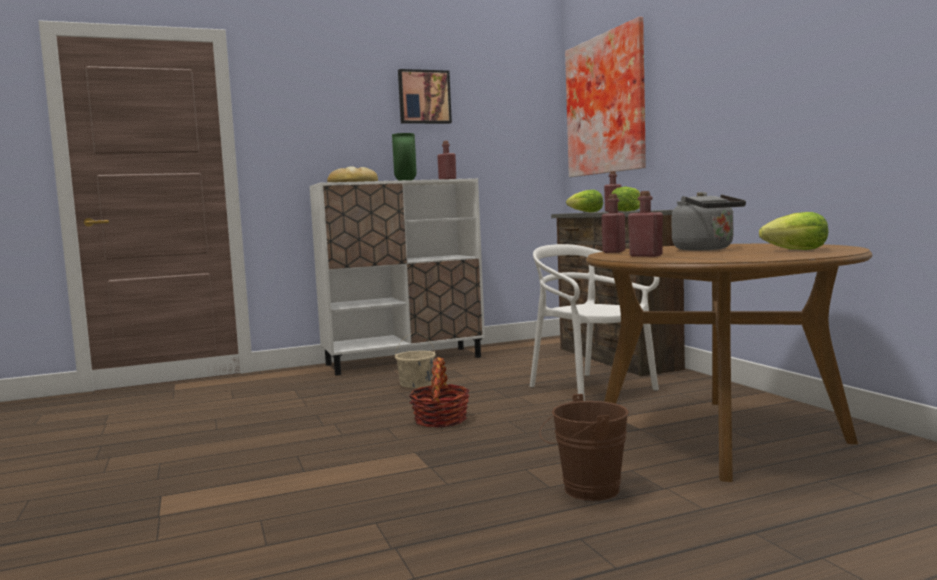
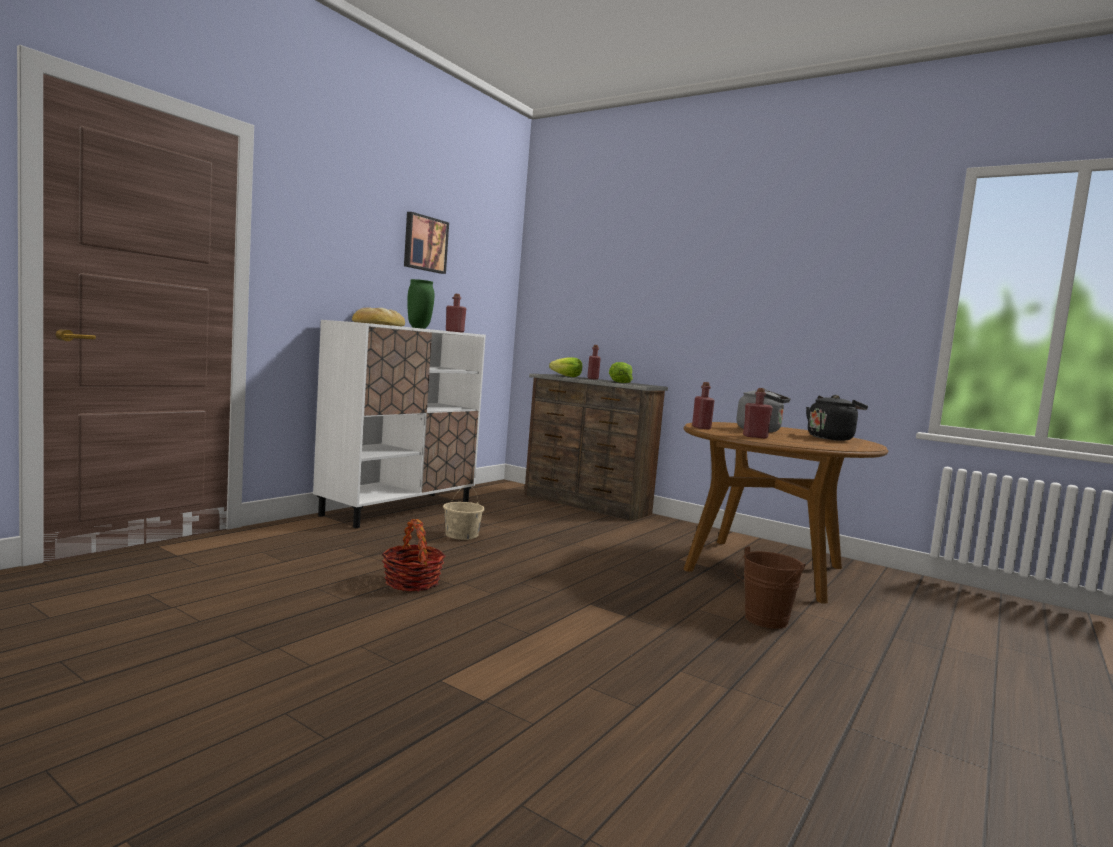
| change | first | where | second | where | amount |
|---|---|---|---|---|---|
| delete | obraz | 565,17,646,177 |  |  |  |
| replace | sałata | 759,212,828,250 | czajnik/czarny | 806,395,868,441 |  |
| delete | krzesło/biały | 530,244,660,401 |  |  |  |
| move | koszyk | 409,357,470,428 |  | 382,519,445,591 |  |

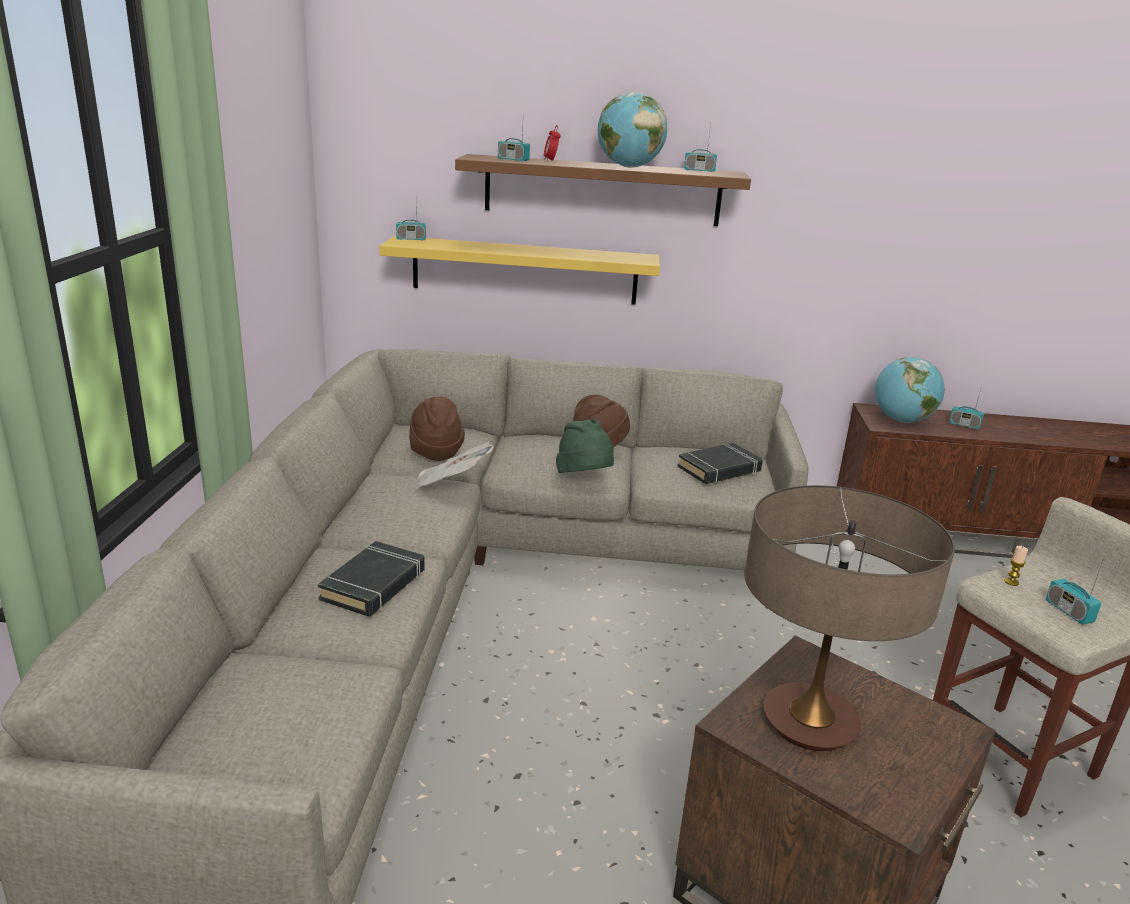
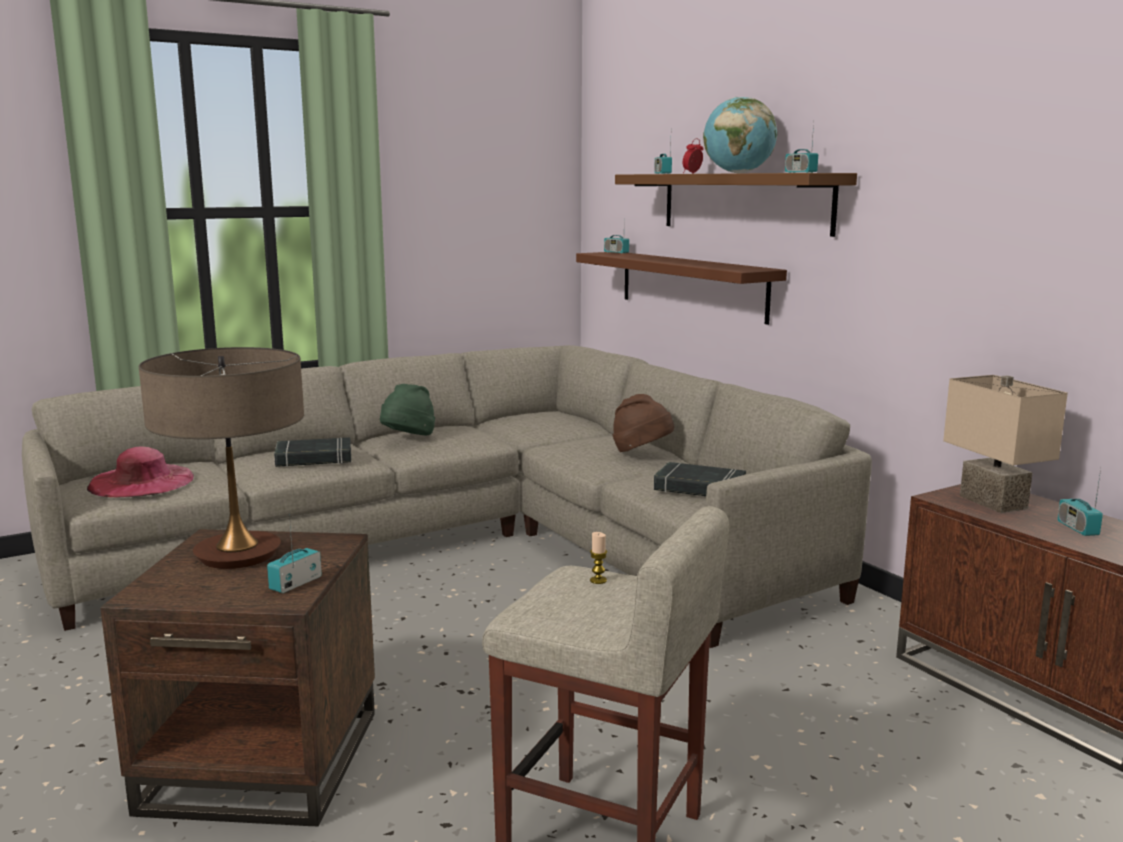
| change | first | where | second | where | amount |
|---|---|---|---|---|---|
| recolor | półka/żółty | 379,236,660,305 | półka/brązowy | 576,252,787,325 |  |
| replace | globus | 875,357,945,423 | lampa stołowa/beżowy | 943,375,1068,513 |  |
| delete | kapelusz/brązowy | 409,397,465,461 |  |  |  |
| move | kapelusz/zielony | 556,419,614,473 |  | 380,384,435,435 |  |
| delete | gazeta | 416,442,494,488 |  |  |  |
| move | radio | 1046,556,1105,625 |  | 267,514,322,593 |  |
| insert |  |  | kapelusz/różowy | 87,446,194,497 |  |

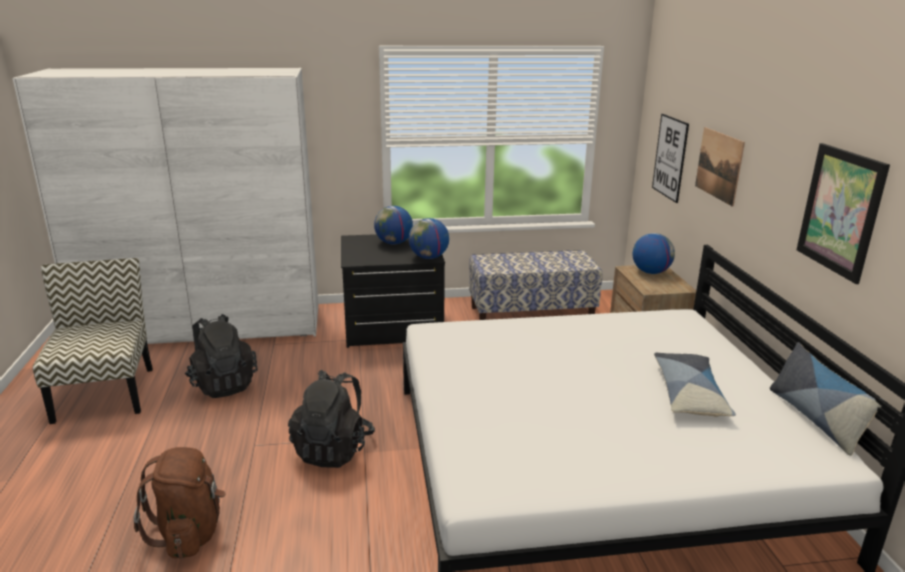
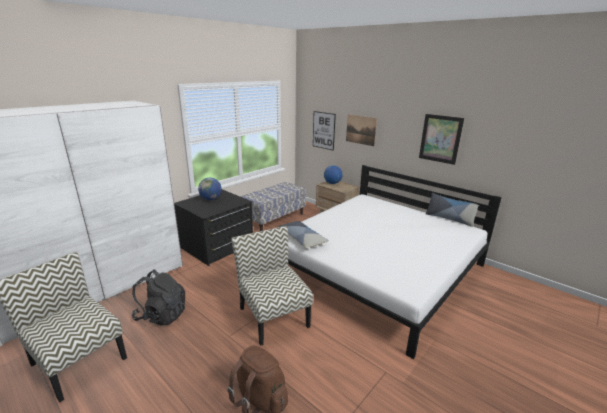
| change | first | where | second | where | amount |
|---|---|---|---|---|---|
| delete | globus | 409,218,449,259 |  |  |  |
| move | poduszka | 654,352,736,417 |  | 278,221,329,248 |  |
| replace | plecak/czarny | 288,370,375,468 | krzesło | 231,226,313,346 |  |

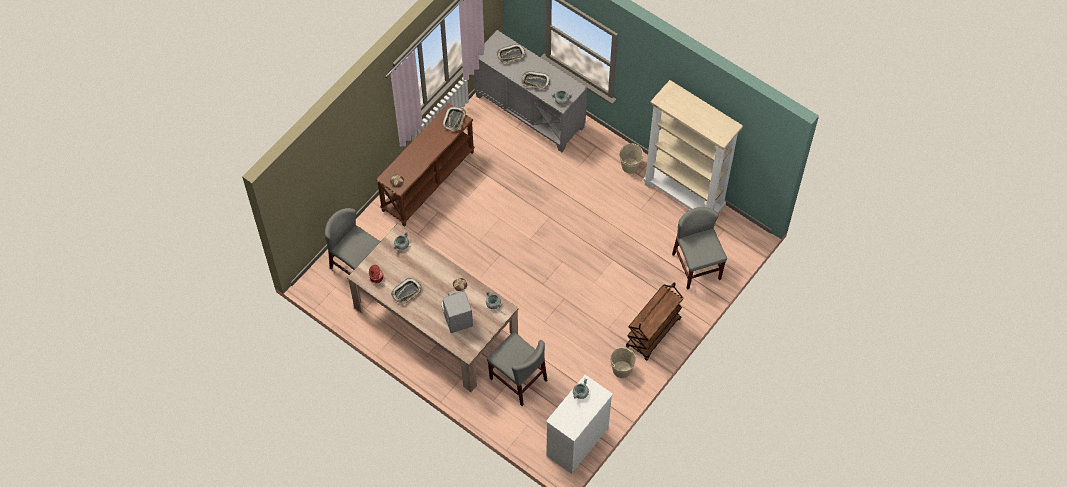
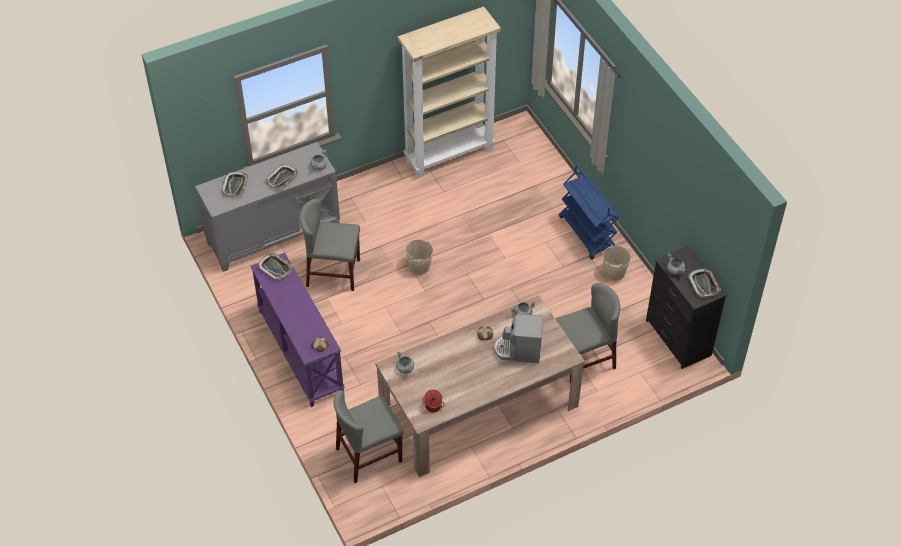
| change | first | where | second | where | amount |
|---|---|---|---|---|---|
| recolor | stolik konsolowy/brązowy | 376,103,474,227 | stolik konsolowy/fioletowy | 251,253,345,407 |  |
| move | wiadro/beżowy | 619,143,644,174 |  | 405,239,433,275 |  |
| move | krzesło/szary | 672,207,727,290 |  | 300,199,360,291 |  |
| move | taca | 391,278,422,304 |  | 688,268,721,298 |  |
| recolor | wózek/brązowy | 626,283,684,361 | wózek/niebieski | 559,165,619,259 |  |
| recolor | komoda/biały | 546,375,613,474 | komoda/czarny | 646,246,727,369 |  |

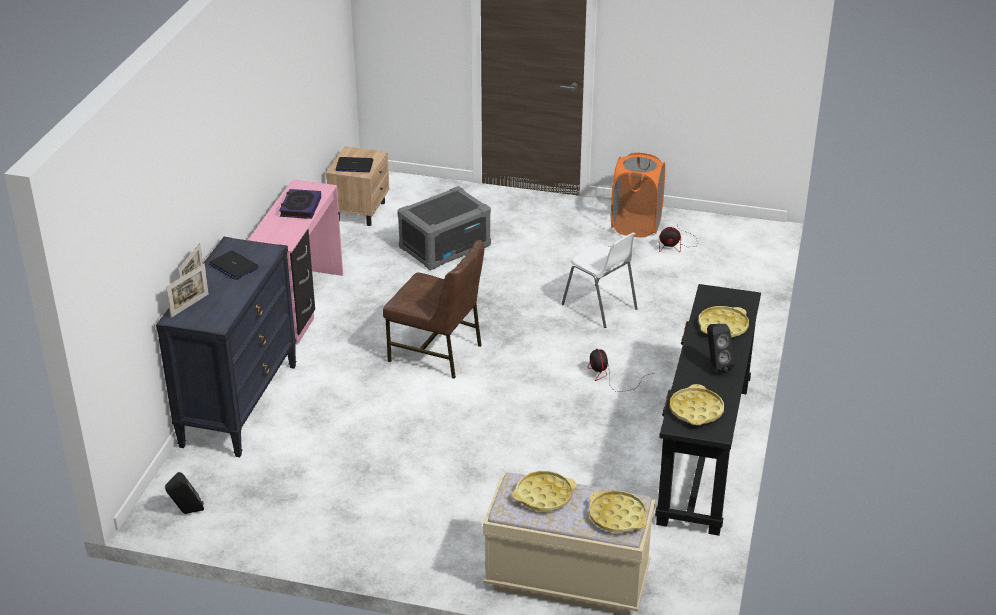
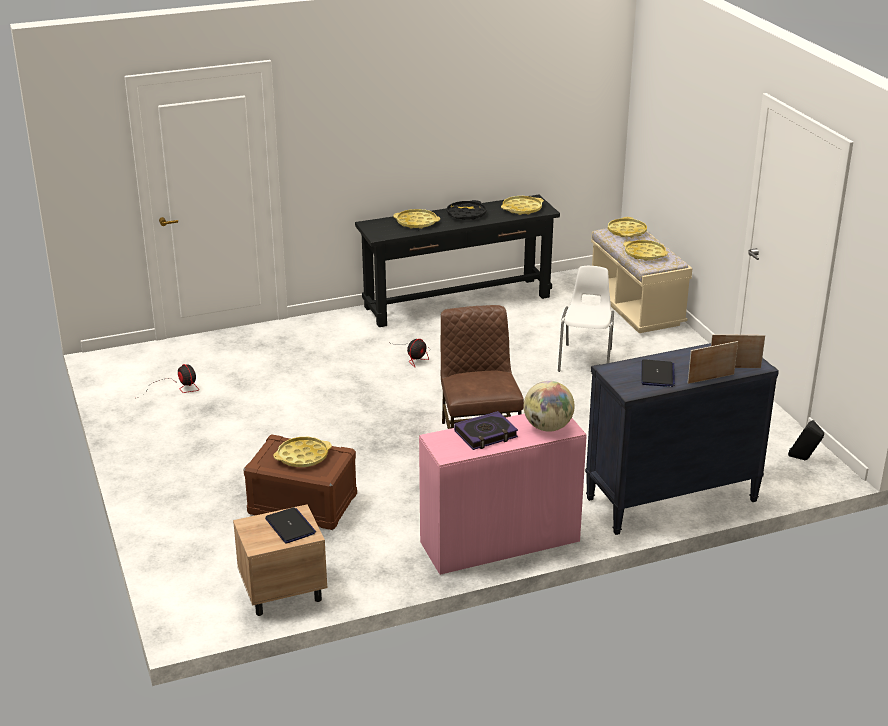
| change | first | where | second | where | amount |
|---|---|---|---|---|---|
| delete | kosz na pranie/pomarańczowy | 611,152,665,237 |  |  |  |
| recolor | pojemnik do przechowywania/szary | 397,186,491,270 | pojemnik do przechowywania/brązowy | 243,434,357,530 |  |
| move | krzesło/biały | 561,232,638,328 |  | 558,266,614,372 |  |
| replace | głośnik/czarny | 707,324,735,374 | taca/czarny | 447,200,487,220 |  |
| insert |  |  | globus | 524,381,575,432 |  |
| insert |  |  | taca/żółty | 273,437,332,467 |  |

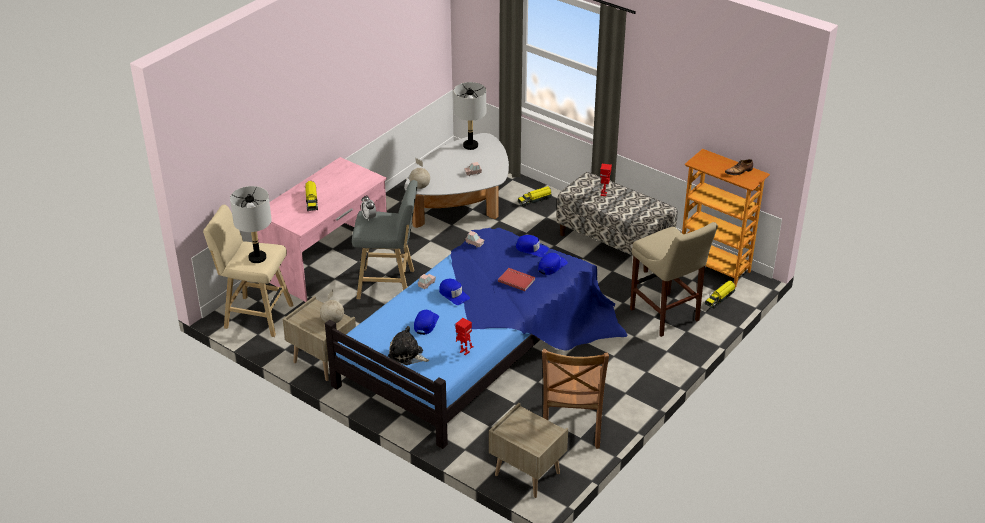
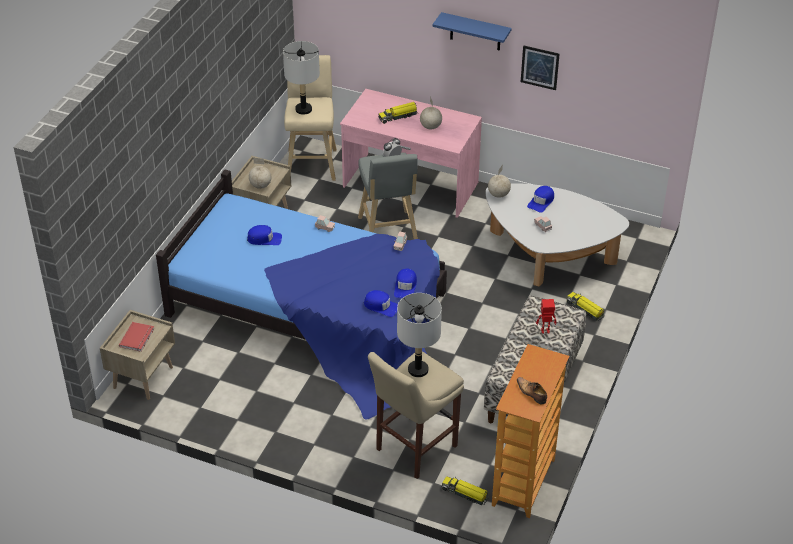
| change | first | where | second | where | amount |
|---|---|---|---|---|---|
| move | lampa stołowa/szary | 454,82,486,150 |  | 397,293,442,377 |  |
| move | książka/czerwony | 498,268,535,291 |  | 119,322,154,352 |  |
| move | czapka z daszkiem/niebieski | 439,279,470,305 |  | 527,186,554,213 |  |
| delete | robot zabawkowy | 455,318,474,355 |  |  |  |
| delete | pluszak | 388,326,429,365 |  |  |  |
| delete | krzesło/brązowy | 542,349,609,449 |  |  |  |
| insert |  |  | półka/niebieski | 432,12,512,51 |  |
| insert |  |  | obraz | 521,45,560,90 |  |
| insert |  |  | globus | 420,96,442,129 |  |

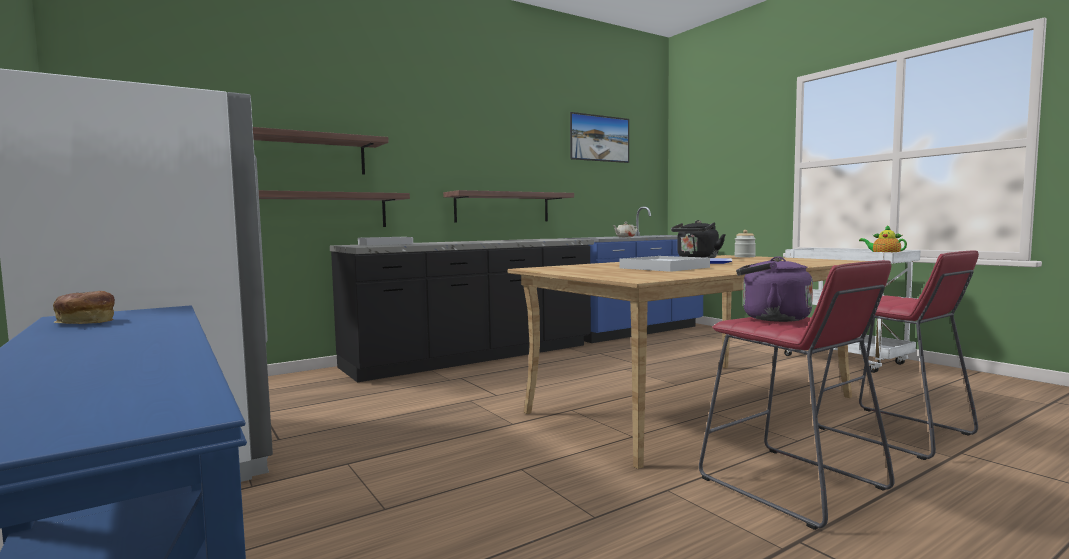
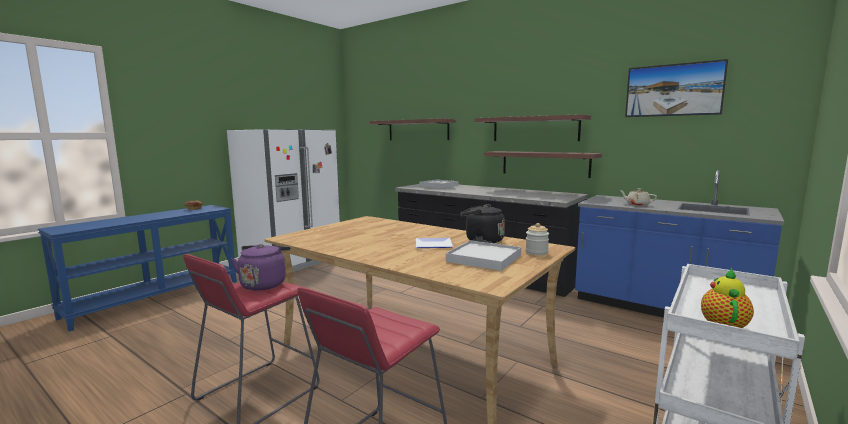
| change | first | where | second | where | amount |
|---|---|---|---|---|---|
| move | półka | 259,190,410,227 |  | 475,114,591,141 |  |
| move | taca/biały | 619,256,710,272 |  | 446,240,521,271 |  |

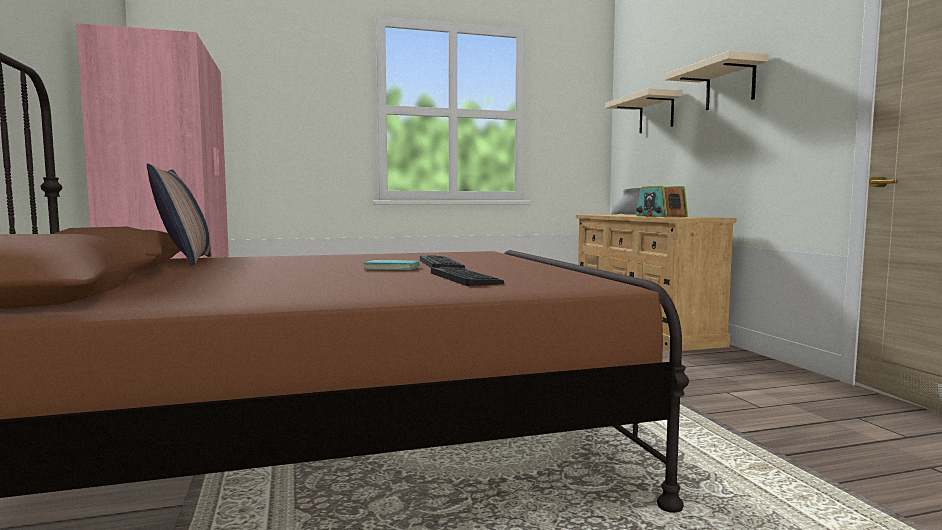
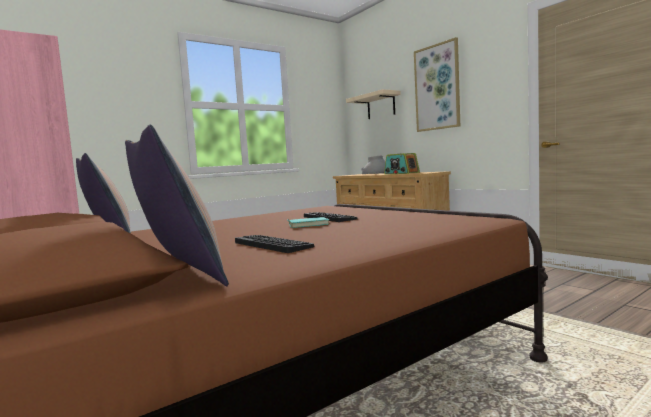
| change | first | where | second | where | amount |
|---|---|---|---|---|---|
| replace | półka/beżowy | 665,51,768,110 | obraz | 414,37,460,132 |  |
| move | klawiatura | 431,267,504,286 |  | 235,235,314,253 |  |
| insert |  |  | poduszka | 125,124,229,287 |  |

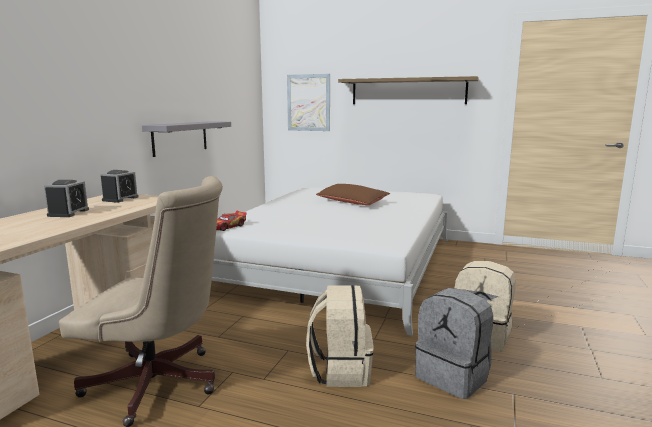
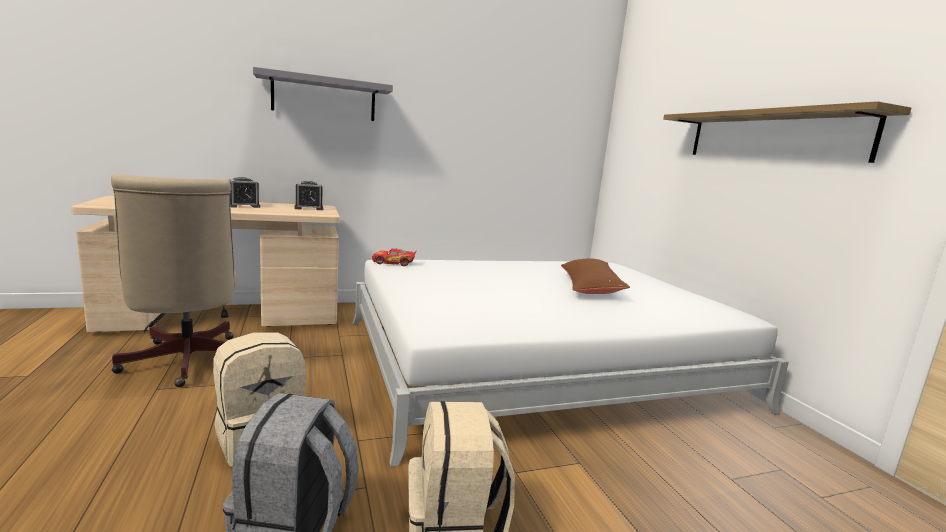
| change | first | where | second | where | amount |
|---|---|---|---|---|---|
| delete | obraz | 287,74,330,131 |  |  |  |
| move | półka/szary | 142,121,231,157 |  | 253,67,393,121 |  |

